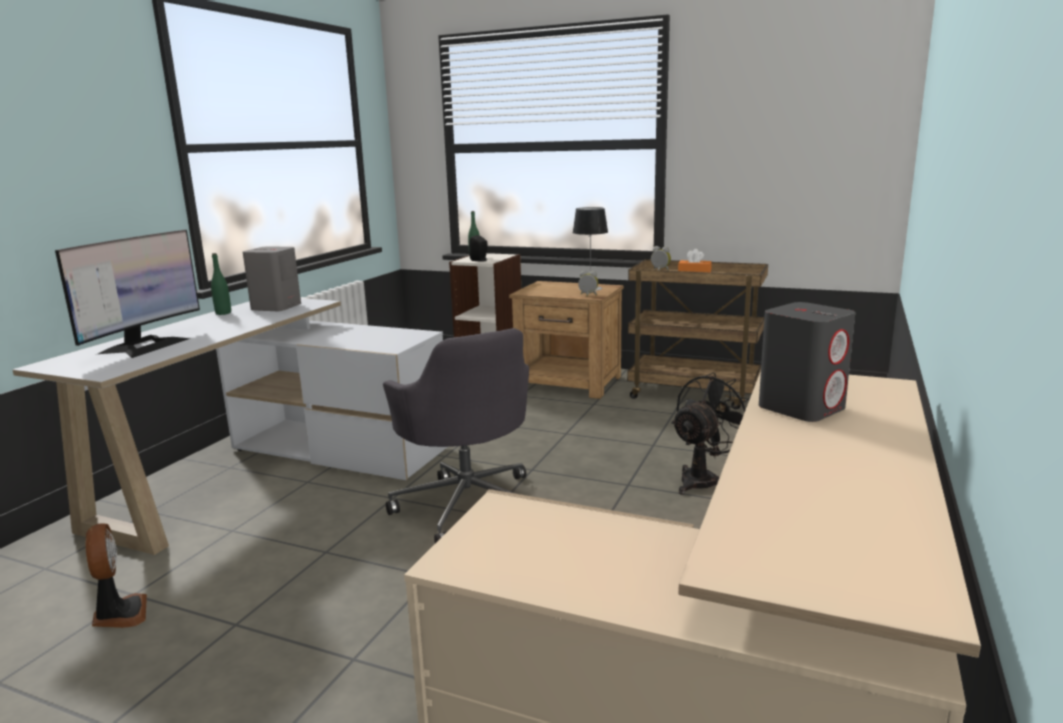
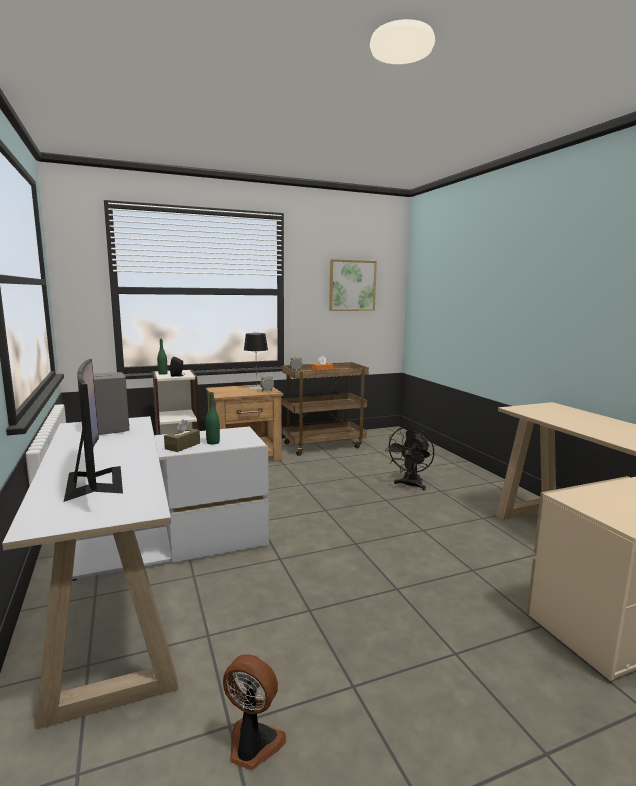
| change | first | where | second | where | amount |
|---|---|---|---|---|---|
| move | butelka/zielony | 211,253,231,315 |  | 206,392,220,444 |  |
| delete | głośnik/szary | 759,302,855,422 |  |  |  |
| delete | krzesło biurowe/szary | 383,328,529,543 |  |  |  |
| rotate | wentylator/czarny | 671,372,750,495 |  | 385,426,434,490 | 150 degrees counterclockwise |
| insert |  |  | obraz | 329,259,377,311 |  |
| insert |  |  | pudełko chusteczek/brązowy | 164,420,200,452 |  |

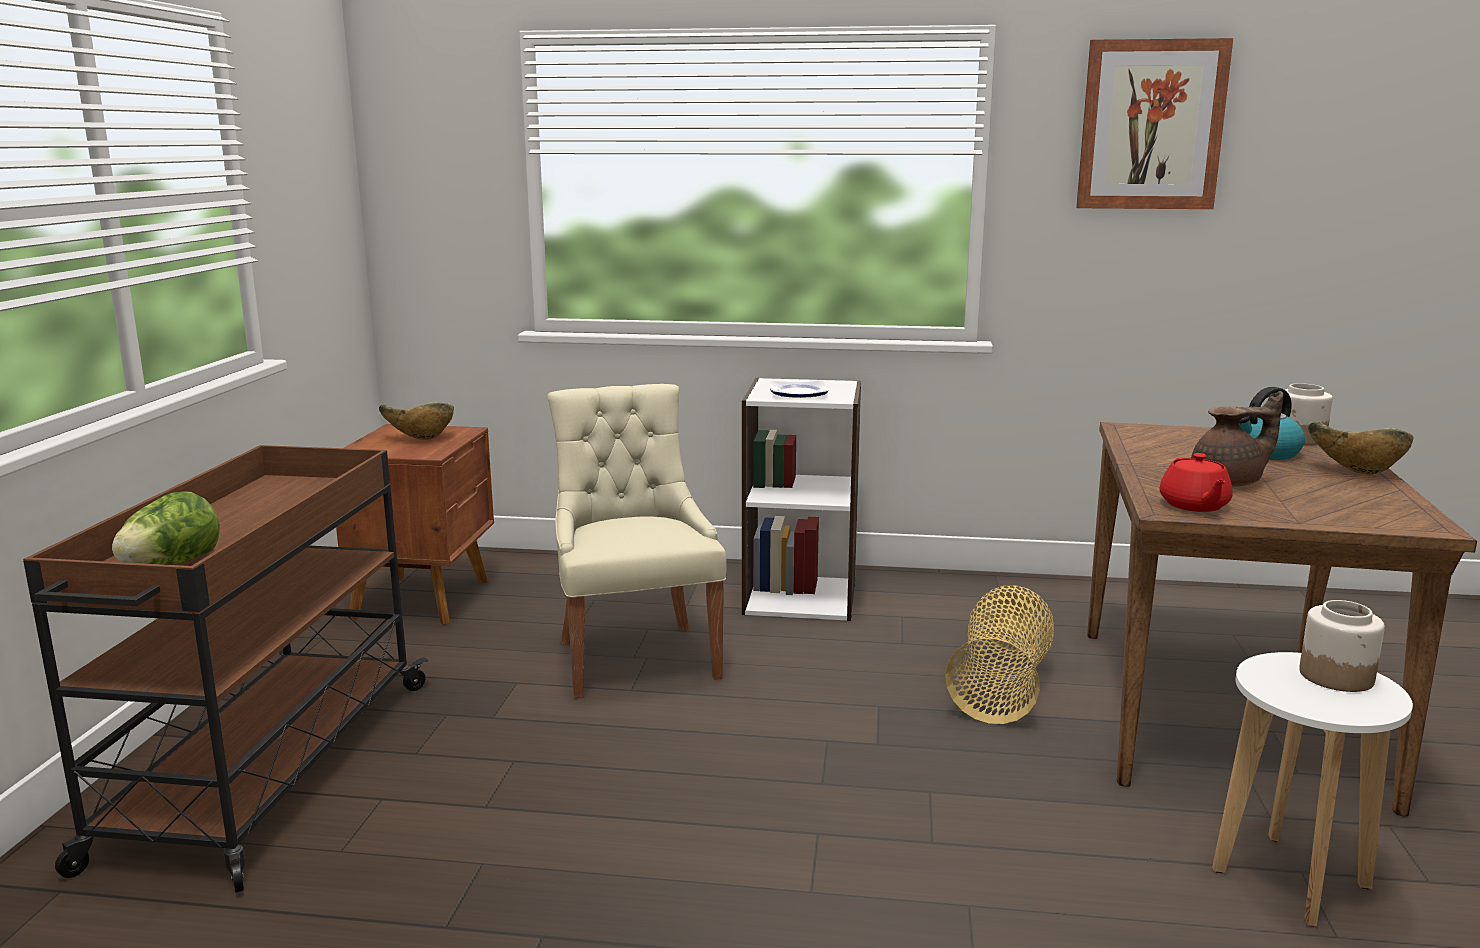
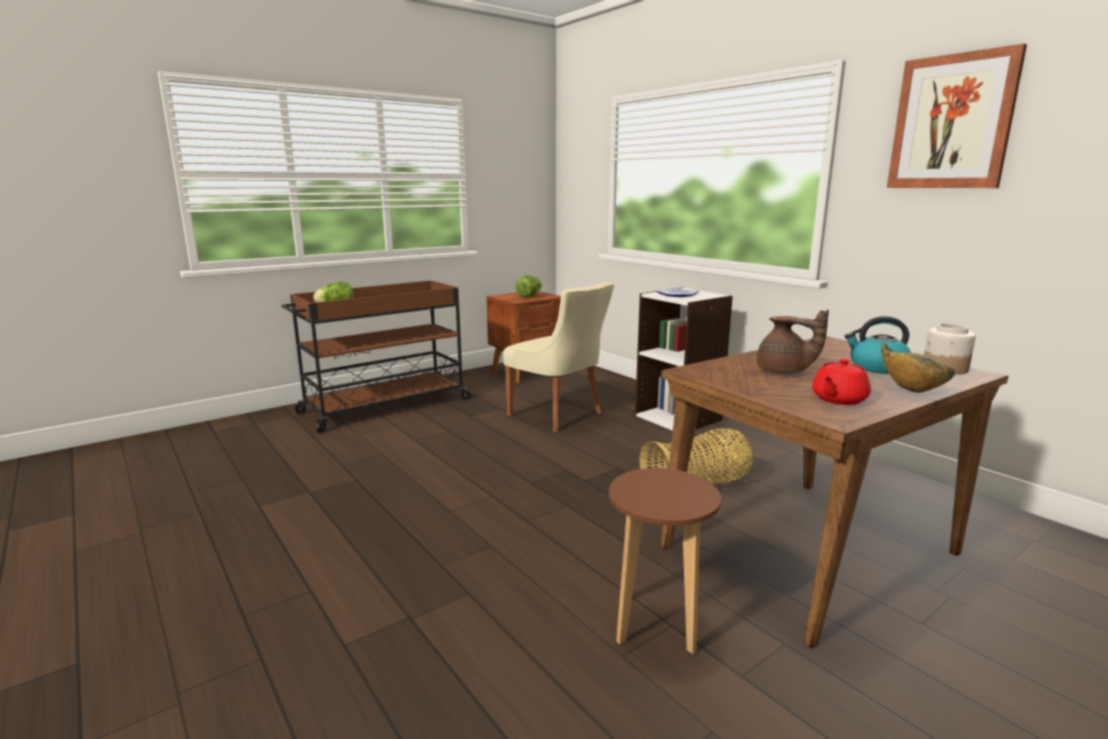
| change | first | where | second | where | amount |
|---|---|---|---|---|---|
| rotate | krzesło/beżowy | 548,384,727,698 |  | 503,283,614,432 | 105 degrees clockwise |
| replace | miska | 379,402,454,440 | sałata | 515,275,542,298 |  |
| move | imbryk/czerwony | 1160,453,1233,512 |  | 812,358,871,405 |  |
| delete | słoik | 1299,600,1385,692 |  |  |  |
| recolor | stołek/biały | 1212,652,1413,926 | stołek/brązowy | 609,468,721,654 |  |

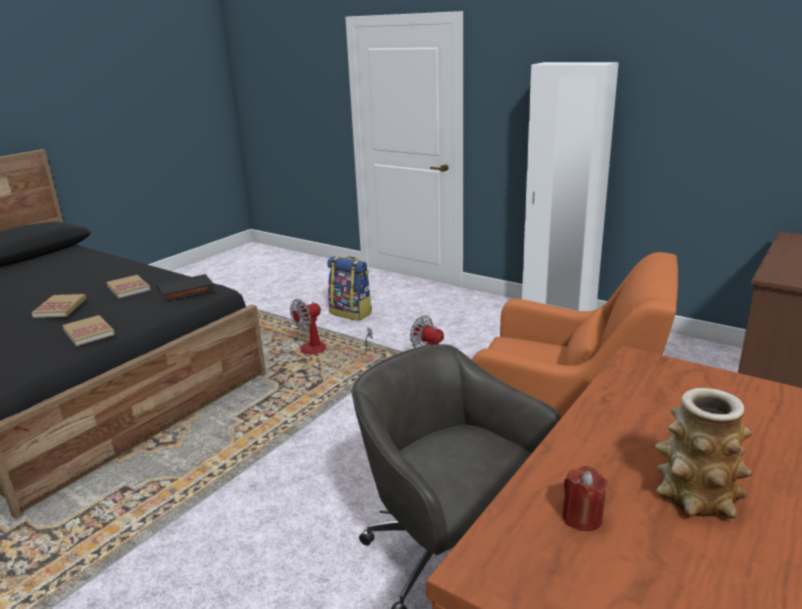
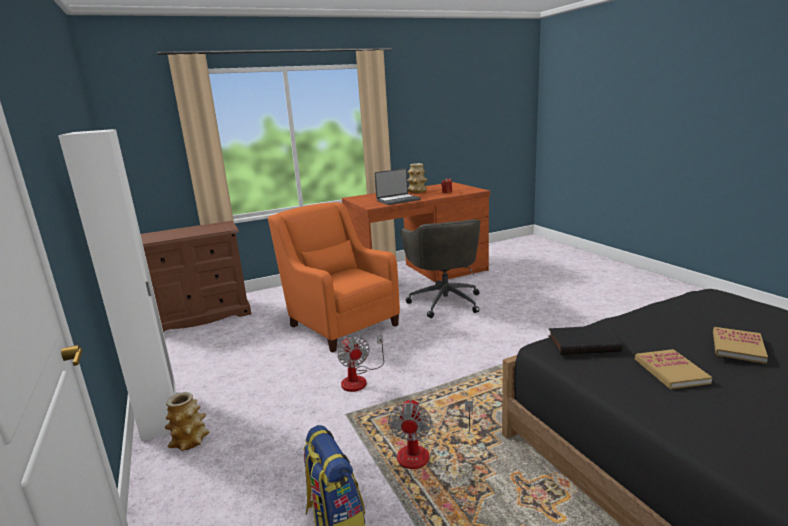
| change | first | where | second | where | amount |
|---|---|---|---|---|---|
| rotate | wentylator | 290,299,372,356 |  | 388,399,473,469 | 105 degrees clockwise |
| delete | książka | 62,315,115,347 |  |  |  |
| insert |  |  | laptop | 374,168,421,205 |  |
| insert |  |  | wazon | 165,392,209,451 |  |

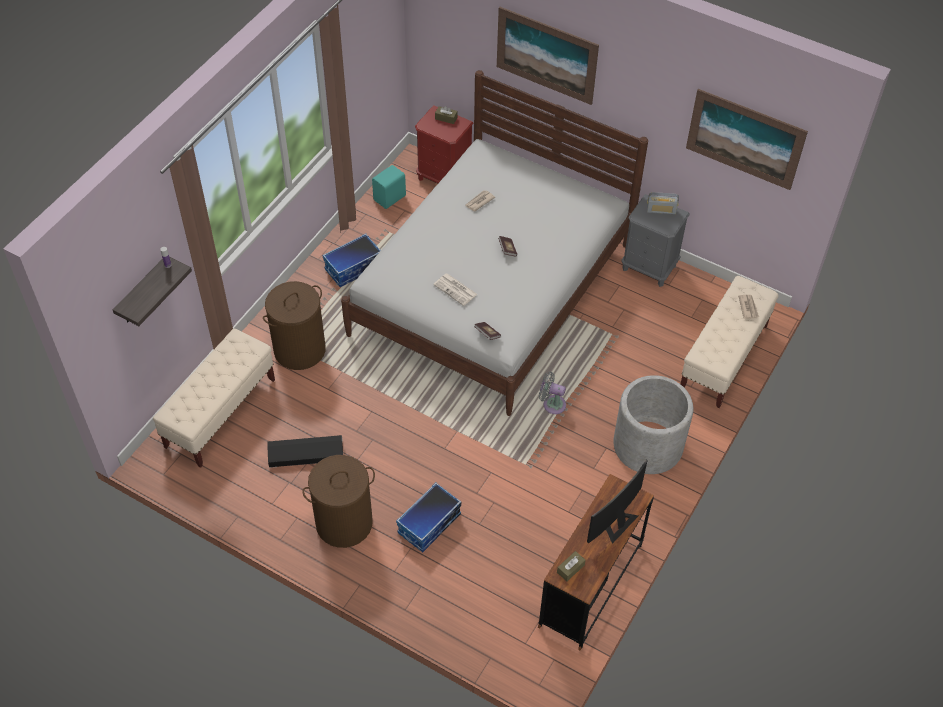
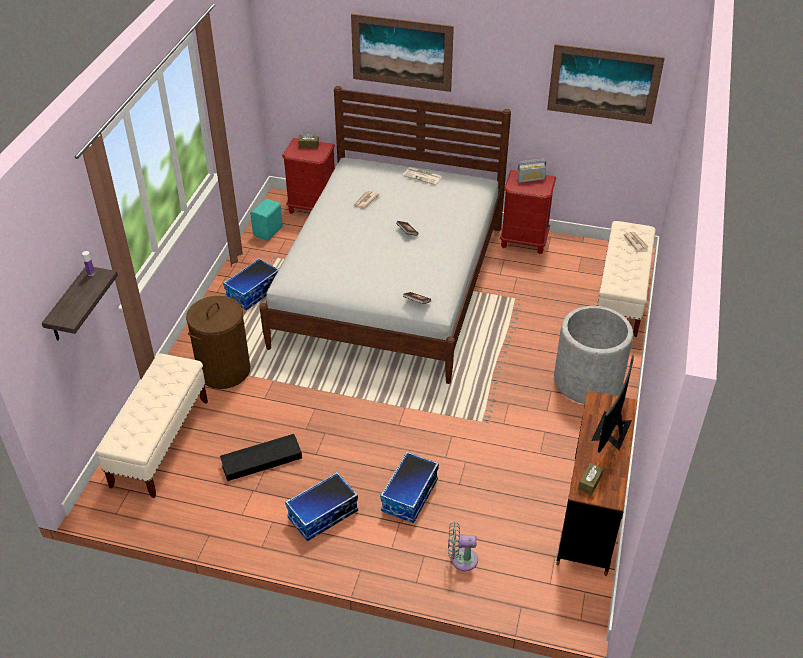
| change | first | where | second | where | amount |
|---|---|---|---|---|---|
| recolor | szafka nocna/szary | 621,194,690,287 | szafka nocna/czerwony | 500,170,556,254 |  |
| move | gazeta | 433,274,477,306 |  | 403,167,442,185 |  |
| move | wentylator/szary | 539,372,566,414 |  | 448,522,478,571 |  |
| replace | kosz na pranie/brązowy | 302,455,375,548 | pojemnik do przechowywania | 285,472,358,541 |  |

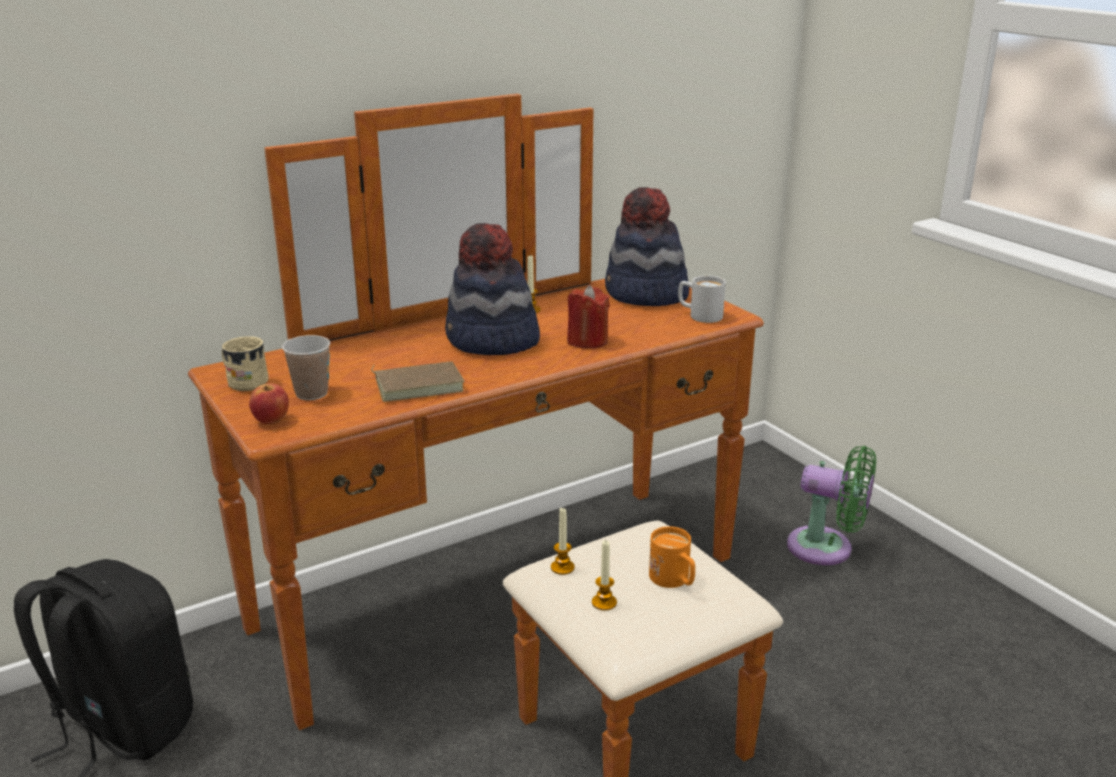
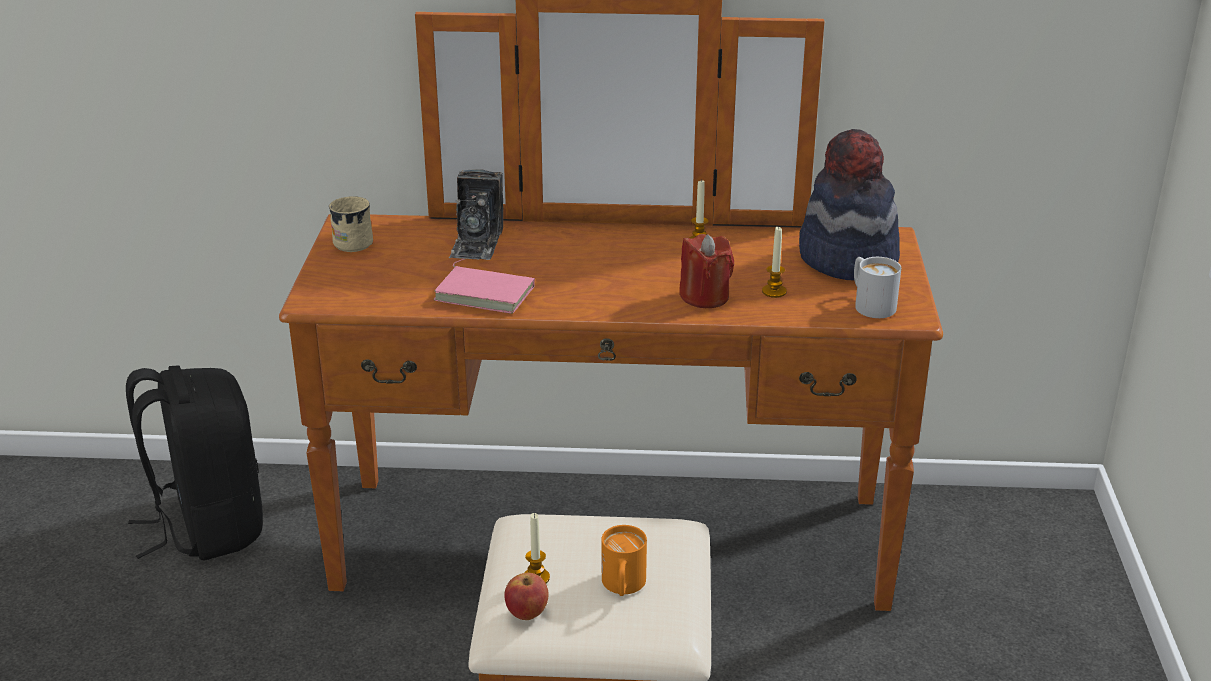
| change | first | where | second | where | amount |
|---|---|---|---|---|---|
| delete | kapelusz | 445,223,540,355 |  |  |  |
| delete | filiżanka | 282,335,330,400 |  |  |  |
| recolor | książka/brązowy | 371,361,465,402 | książka/różowy | 433,259,535,314 |  |
| move | jabłko | 249,383,289,425 |  | 504,573,549,620 |  |
| delete | wentylator/zielony | 787,446,876,565 |  |  |  |
| move | świeca | 551,508,575,575 |  | 762,227,787,298 |  |
| insert |  |  | aparat fotograficzny | 449,169,503,260 |  |

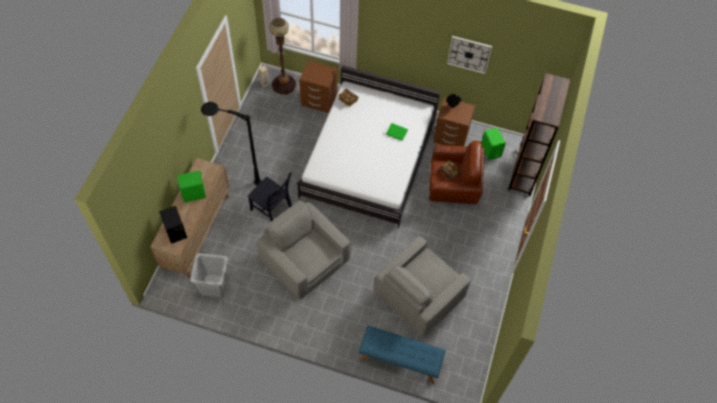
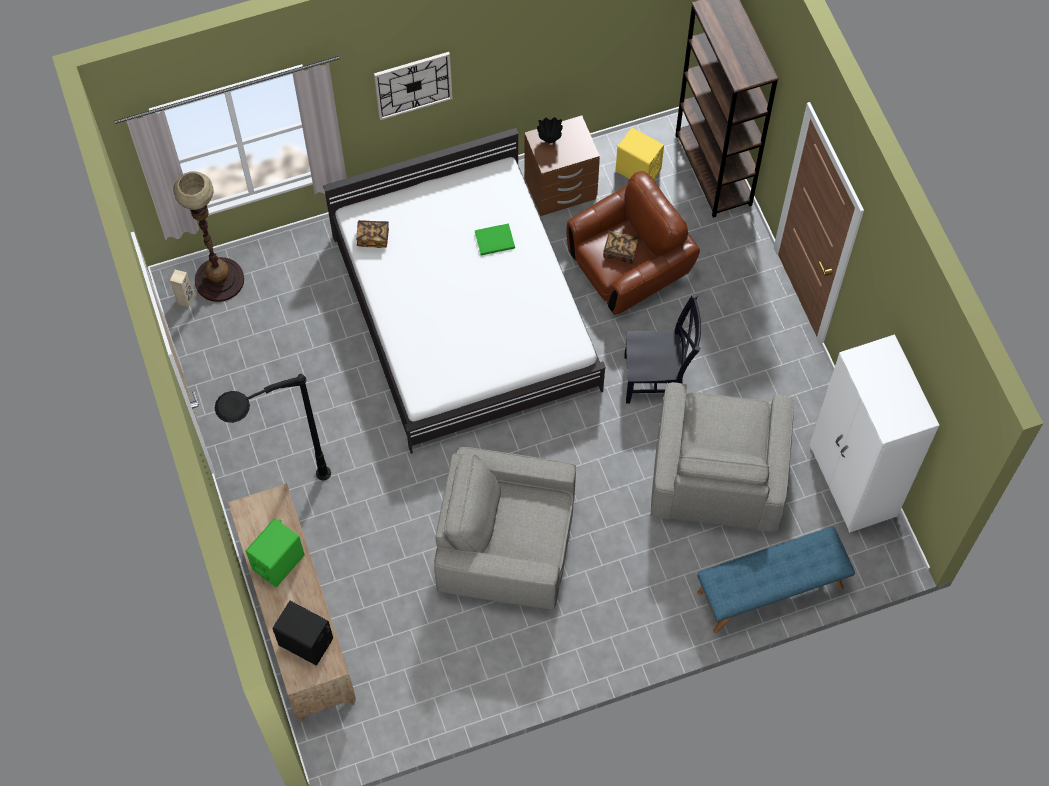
| change | first | where | second | where | amount |
|---|---|---|---|---|---|
| move | zegar ścienny | 447,36,492,74 |  | 374,52,453,120 |  |
| delete | szafka nocna/brązowy | 299,60,338,113 |  |  |  |
| recolor | głośnik/zielony | 481,128,506,160 | głośnik/żółty | 616,128,664,180 |  |
| move | krzesło/czarny | 247,172,292,221 |  | 624,294,701,404 |  |
| delete | kosz na pranie/szary | 190,253,228,297 |  |  |  |
| insert |  |  | szafa/biały | 810,334,939,533 |  |

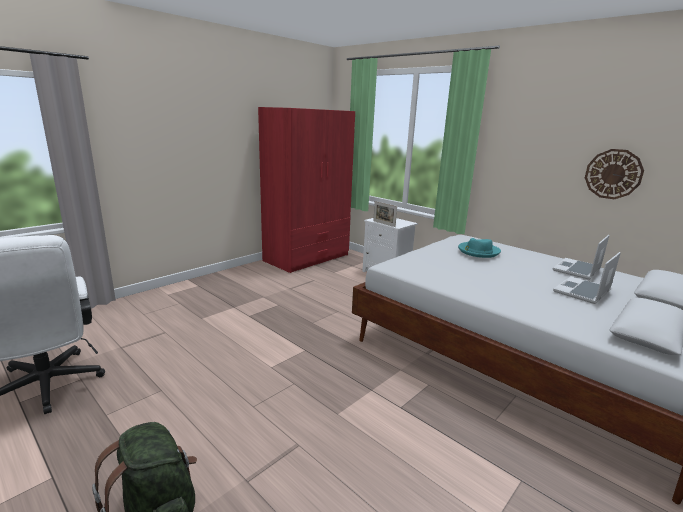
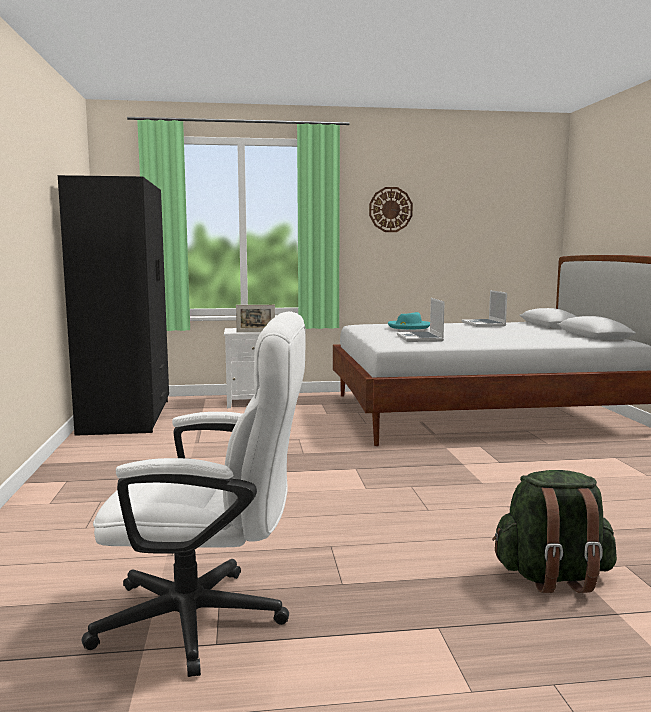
| change | first | where | second | where | amount |
|---|---|---|---|---|---|
| recolor | szafa/czerwony | 258,107,355,273 | szafa/czarny | 58,175,169,436 |  |
| move | zegar ścienny | 585,149,644,199 |  | 369,187,413,232 |  |
| move | laptop | 553,252,620,304 |  | 397,298,445,342 |  |

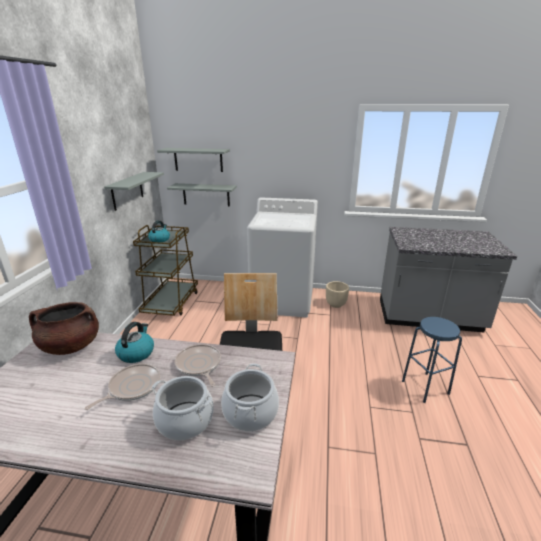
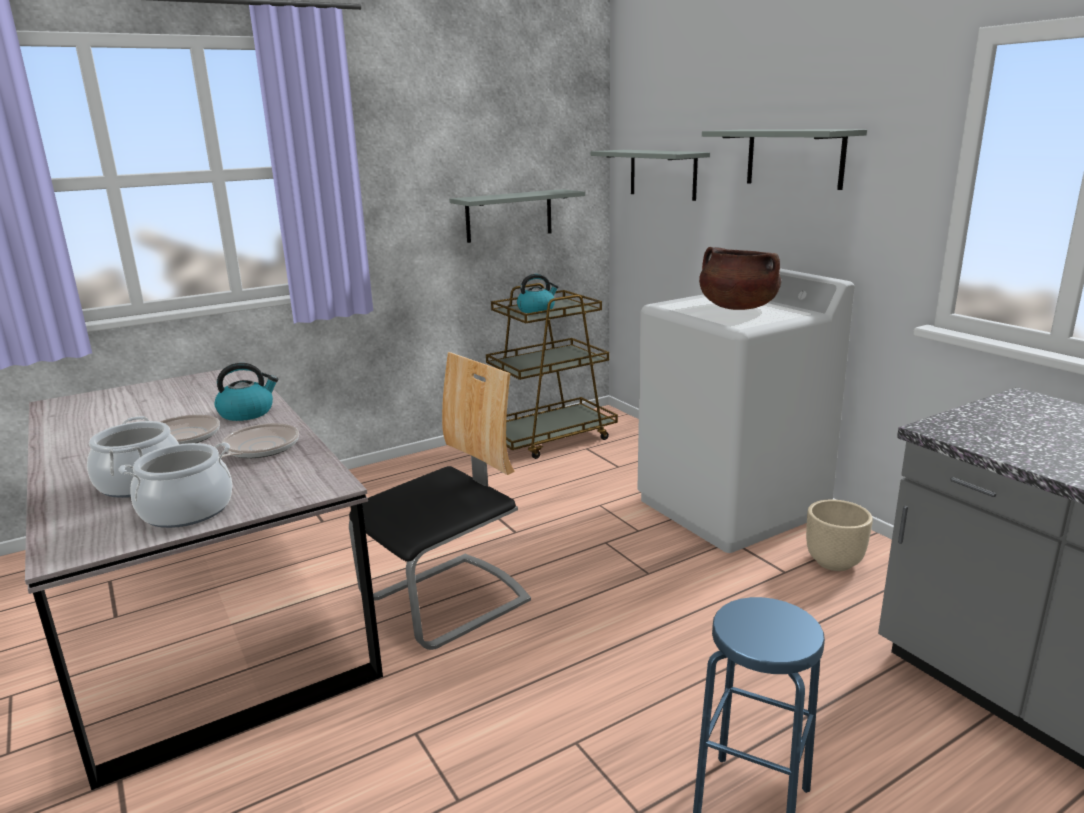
| change | first | where | second | where | amount |
|---|---|---|---|---|---|
| move | półka/szary | 167,183,237,206 |  | 702,129,867,190 |  |
| move | garnek/brązowy | 29,302,99,355 |  | 699,247,781,310 |  |

